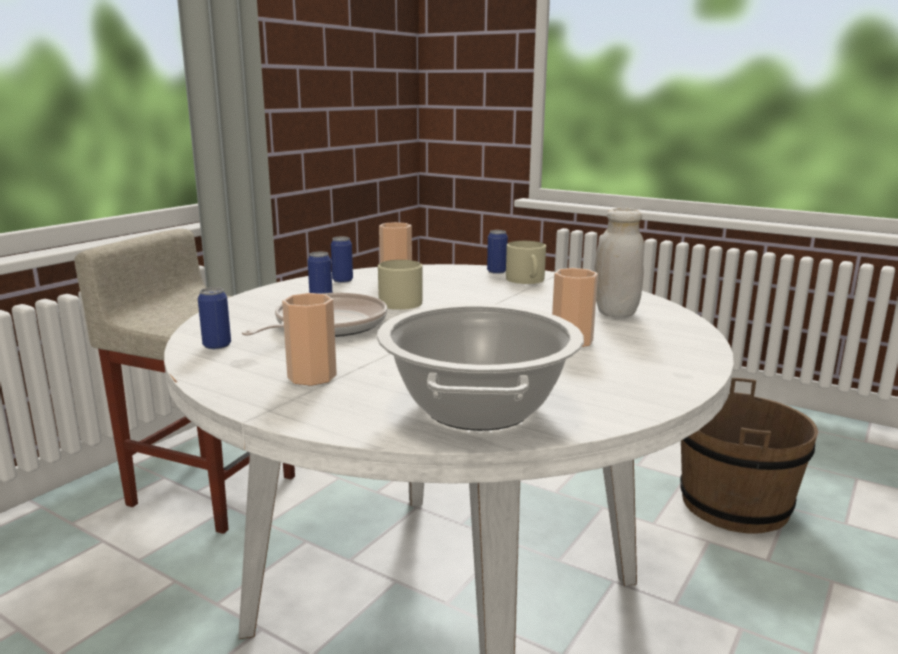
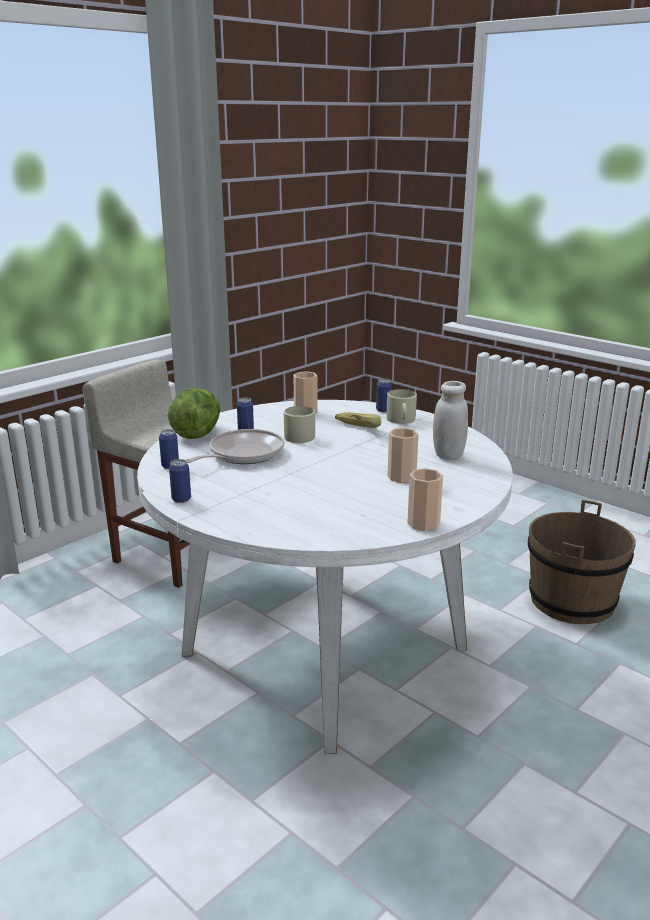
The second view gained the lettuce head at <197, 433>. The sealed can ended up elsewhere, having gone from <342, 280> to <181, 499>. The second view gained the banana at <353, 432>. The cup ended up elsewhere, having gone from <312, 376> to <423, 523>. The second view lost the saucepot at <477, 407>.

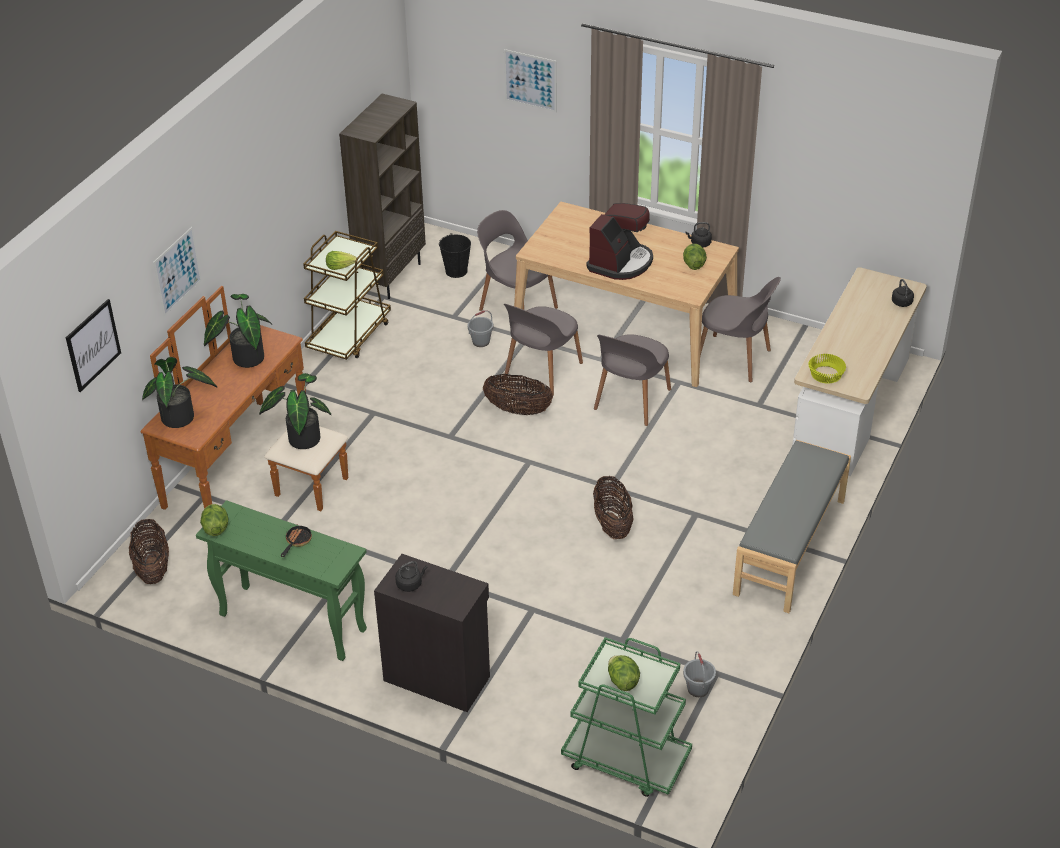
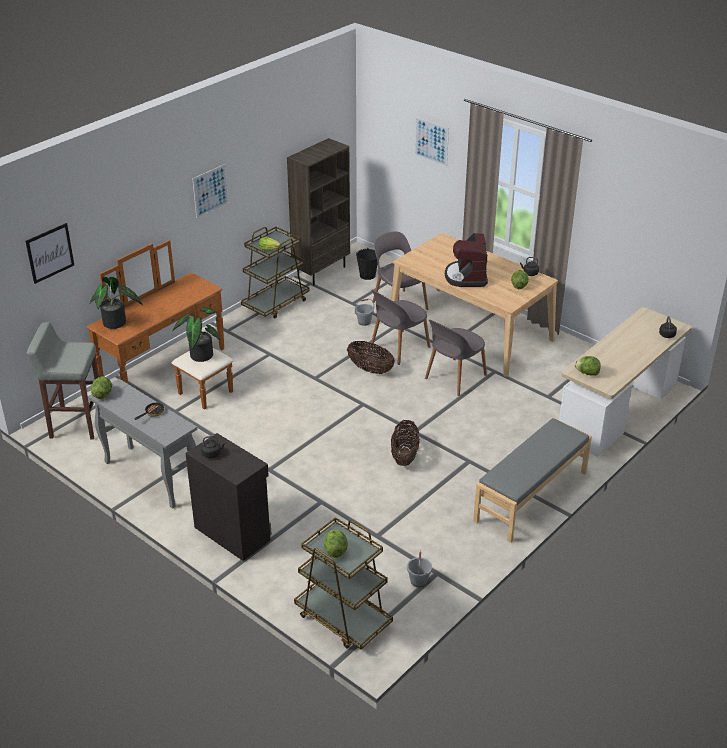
Where the storage basket stood at <153, 568>, the greyish stool seat came to stand at <76, 424>. What was the greenish hall table at <291, 622> turned into the greyish hall table at <150, 476>. The picture ended up elsewhere, having gone from <177, 271> to <211, 191>. What was the greenish wheeled cart at <625, 759> turned into the brownish wheeled cart at <342, 618>. The coffee machine at <621, 262> ended up facing another way, 135 degrees clockwise from before. Where the yellow serving bowl stood at <826, 374>, the lettuce head came to stand at <587, 373>. The second view lost the plant in a pot at <244, 358>. The second view lost the greyish upright chair at <734, 359>.

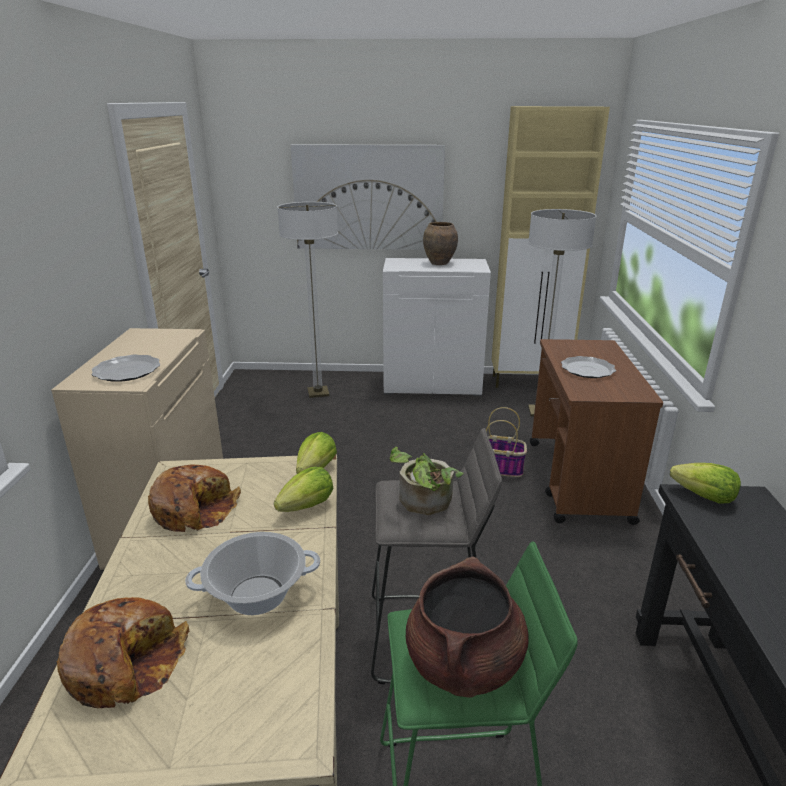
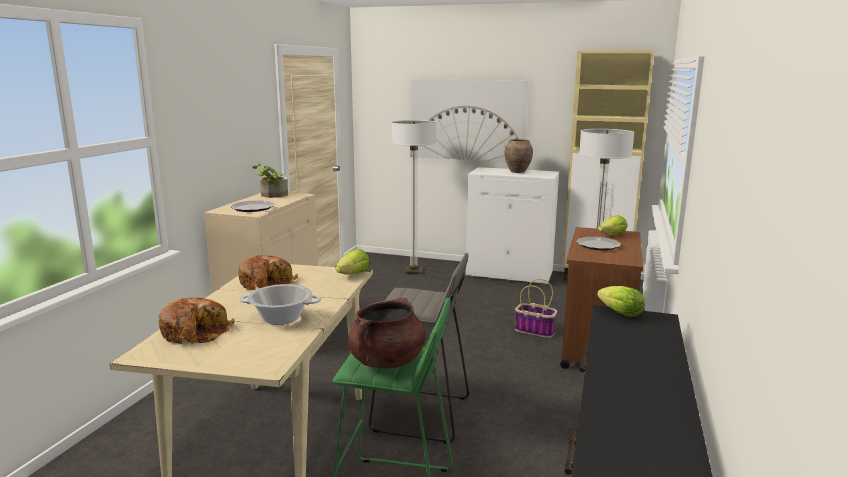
The plant in a pot ended up elsewhere, having gone from <424, 504> to <271, 195>. The lettuce head ended up elsewhere, having gone from <307, 506> to <612, 235>.

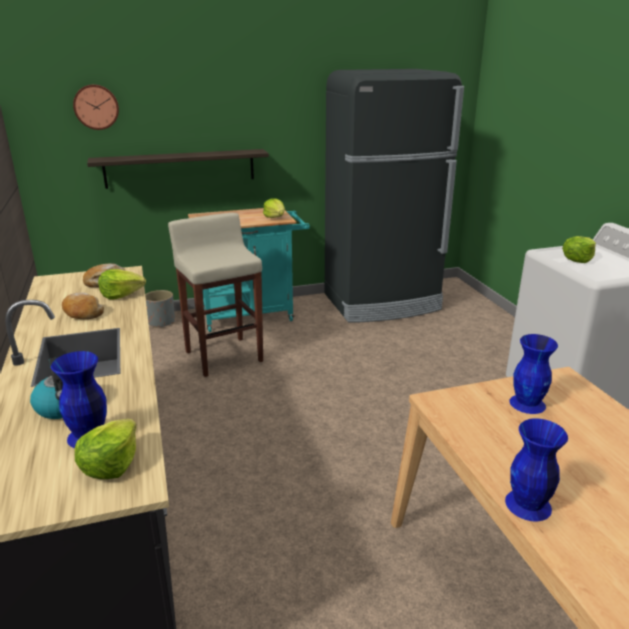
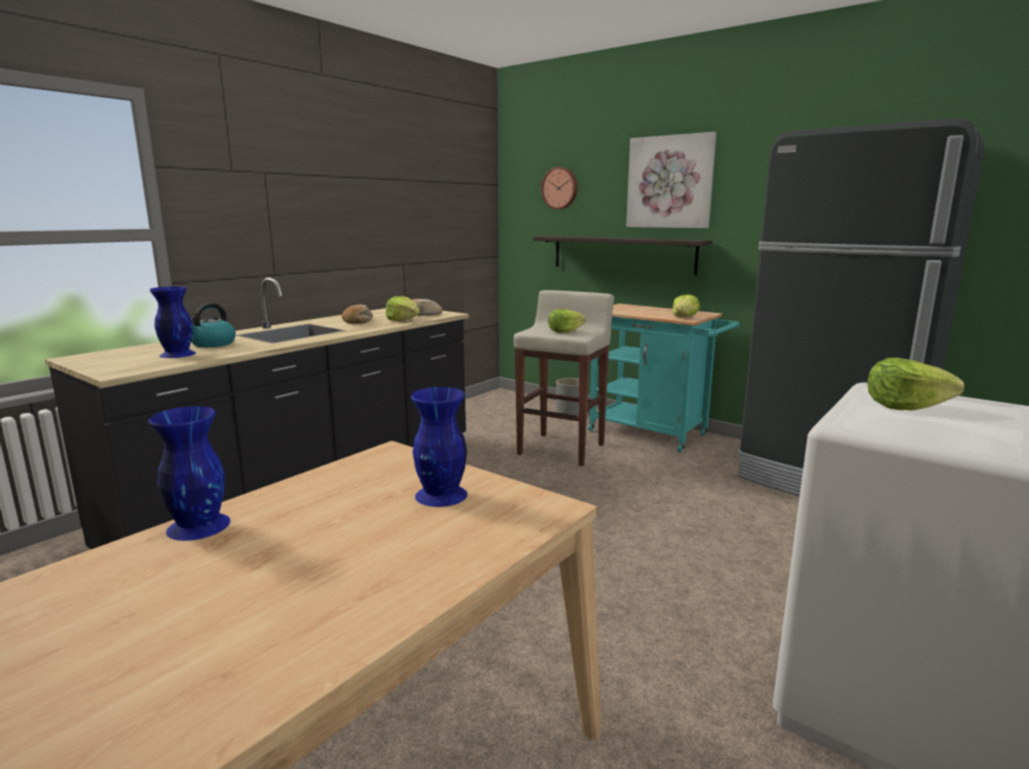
The lettuce head ended up elsewhere, having gone from <111, 464> to <564, 331>. The second view gained the picture at <670, 182>.

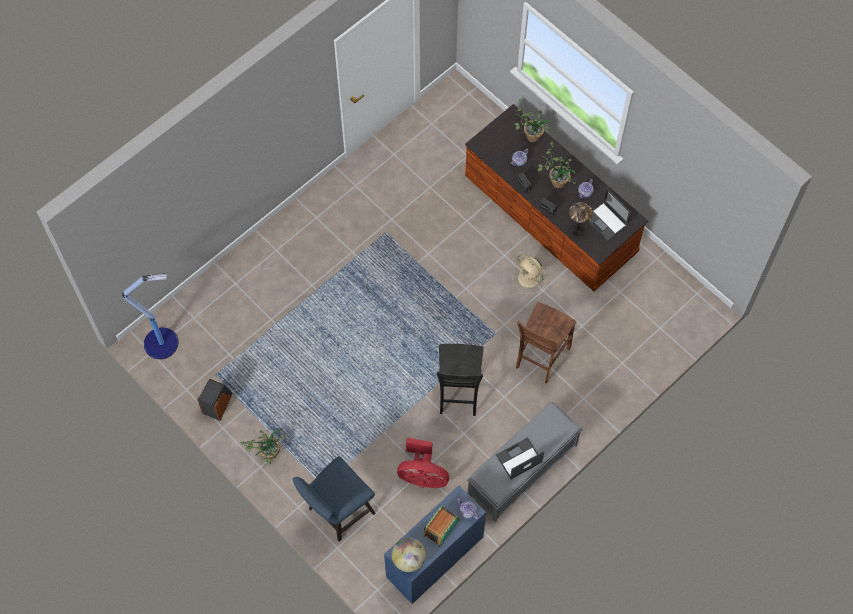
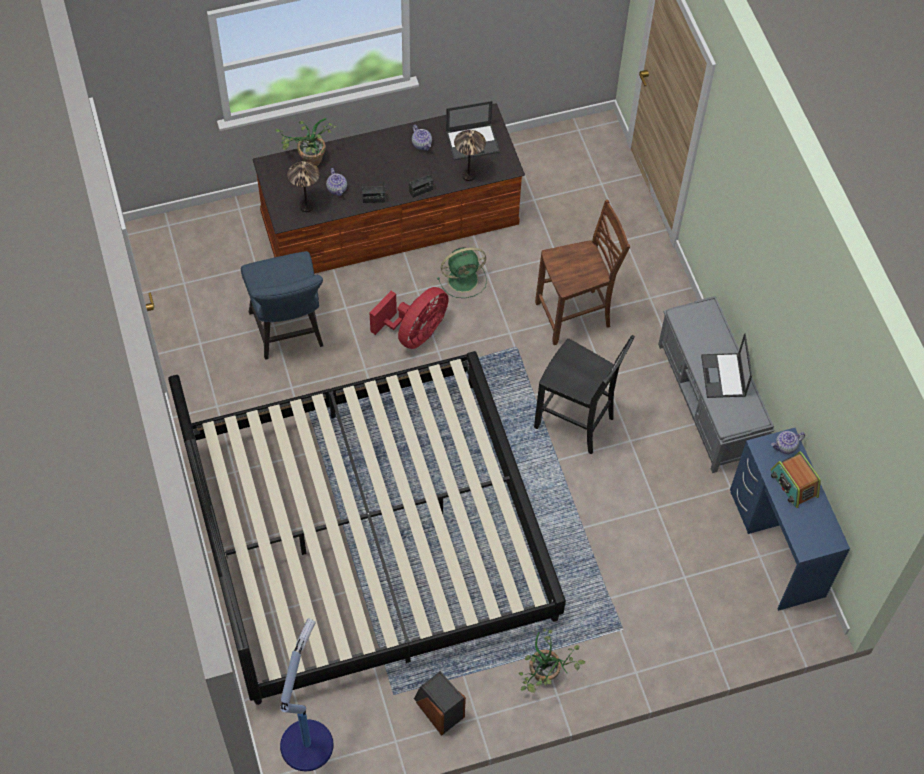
The second view gained the bedroom bed at <369, 535>. The bluish upright chair ended up elsewhere, having gone from <337, 513> to <289, 333>. The second view gained the table lamp at <307, 206>. The red-coloured electric fan ended up elsewhere, having gone from <422, 476> to <414, 332>. What was the beige electric fan at <529, 278> turned into the greenish electric fan at <464, 279>. The brownish upright chair at <540, 358> ended up facing another way, 75 degrees counterclockwise from before. The second view lost the desk globe at <408, 559>. The second view lost the plant in a pot at <555, 180>.

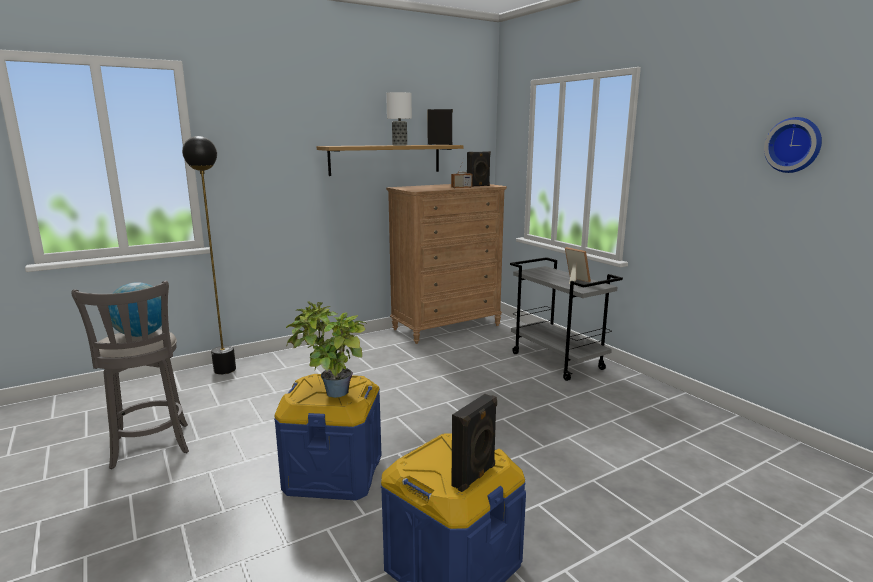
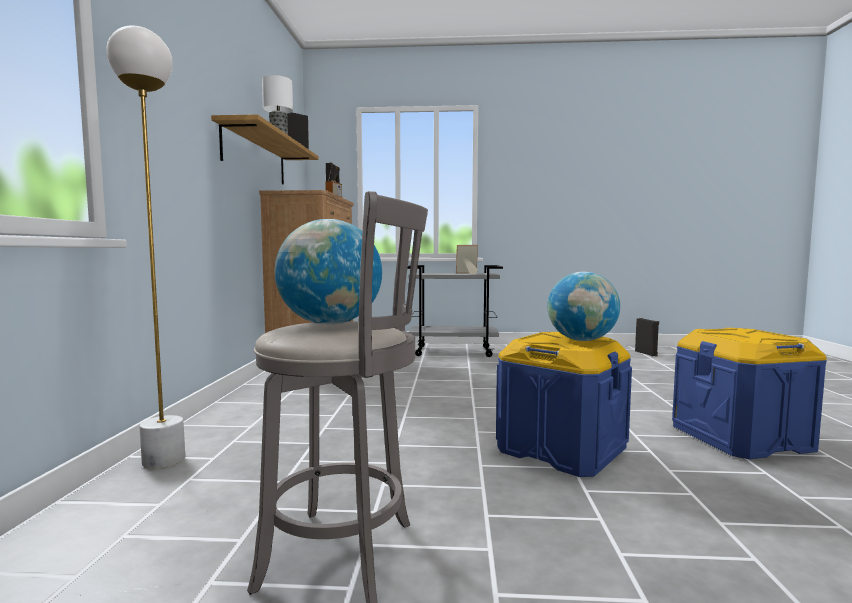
What was the black standing lamp at <225, 370> turned into the whitish standing lamp at <164, 460>. Where the plant in a pot stood at <330, 394>, the desk globe came to stand at <582, 340>. The black loudspeaker ended up elsewhere, having gone from <475, 476> to <646, 353>. The second view lost the wall clock at <794, 145>.

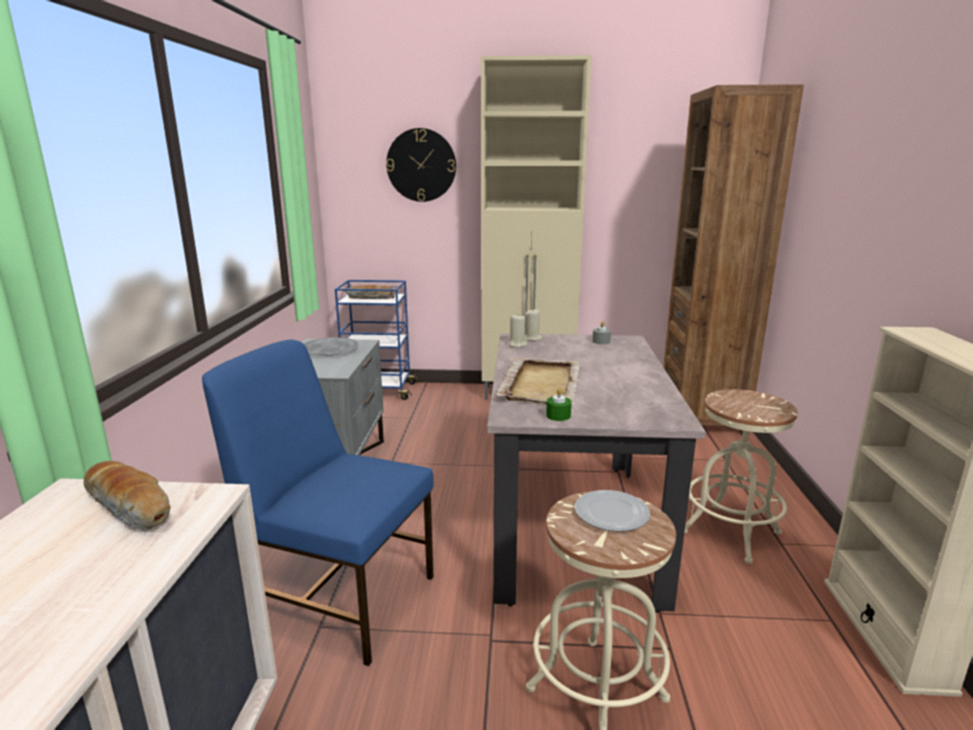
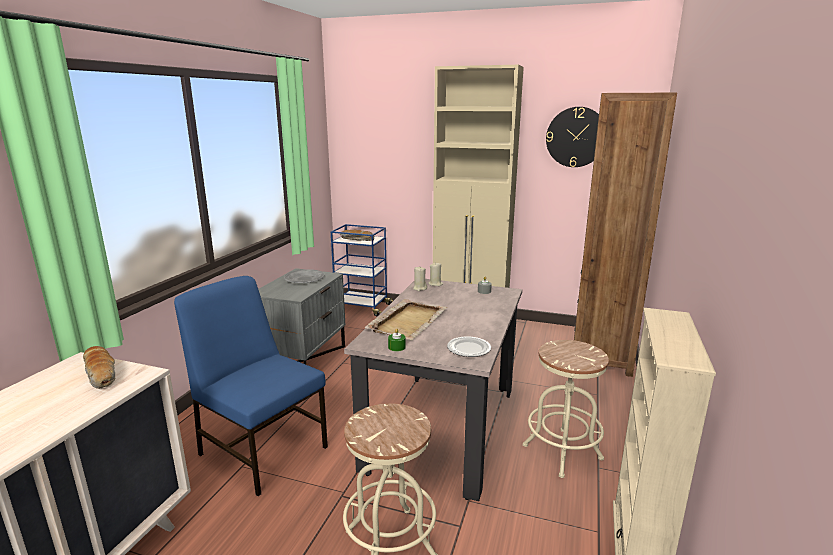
The dinner plate ended up elsewhere, having gone from <611, 515> to <469, 349>. The wall clock ended up elsewhere, having gone from <421, 165> to <576, 137>.

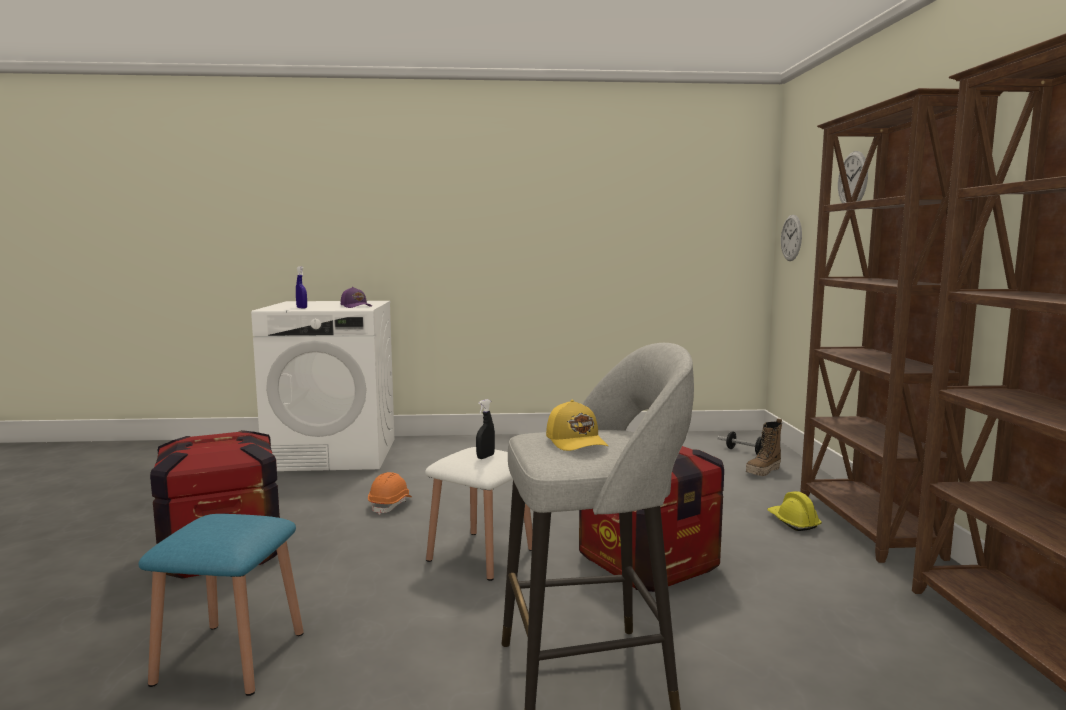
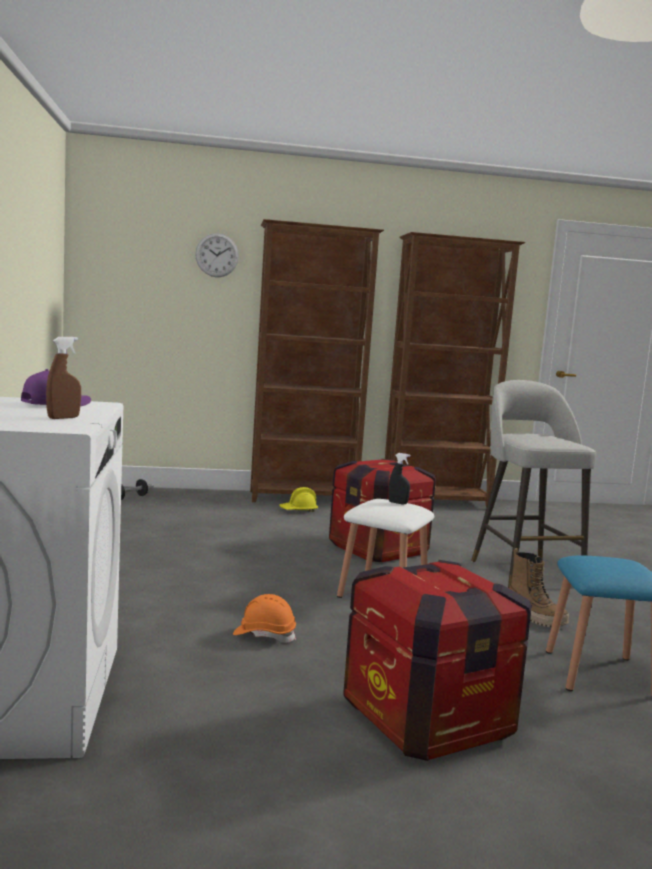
What was the bluish hand sprayer at <302, 308> turned into the brownish hand sprayer at <63, 418>. The boot ended up elsewhere, having gone from <763, 471> to <535, 618>. The second view lost the yellow peaked cap at <577, 441>. The second view lost the wall clock at <791, 238>.

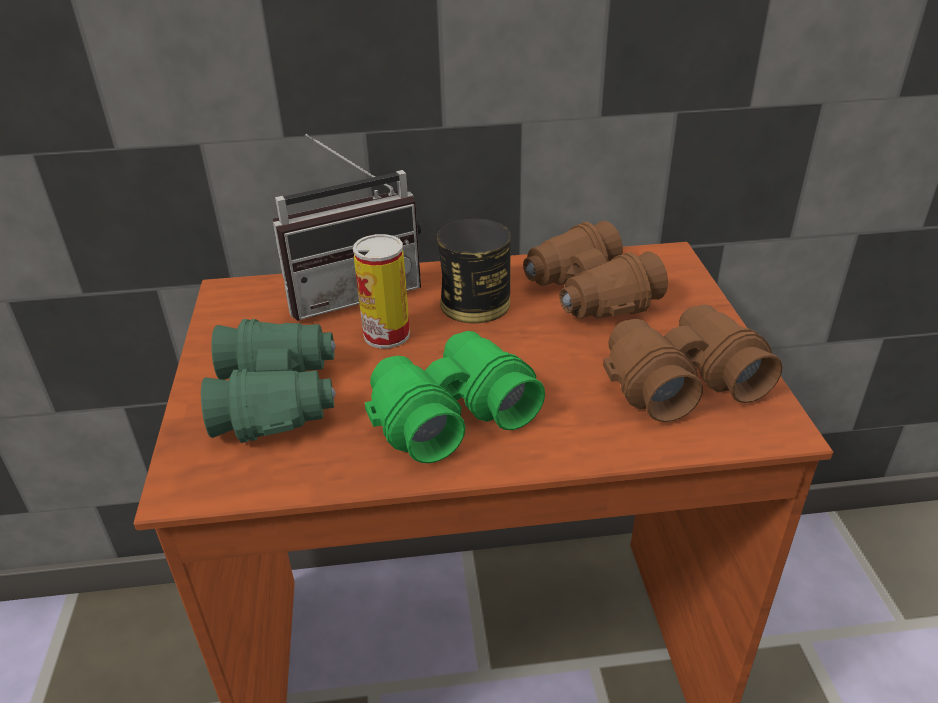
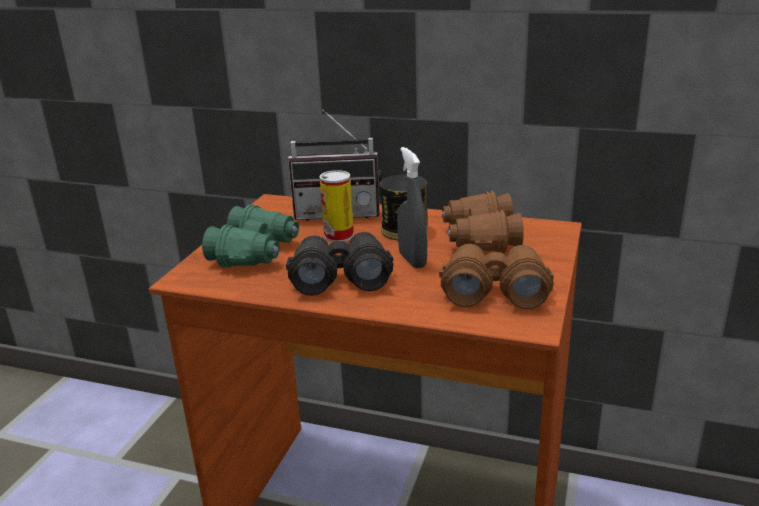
What was the greenish pair of binoculars at <450, 413> turned into the black pair of binoculars at <340, 277>. The second view gained the greyish hand sprayer at <412, 260>.

